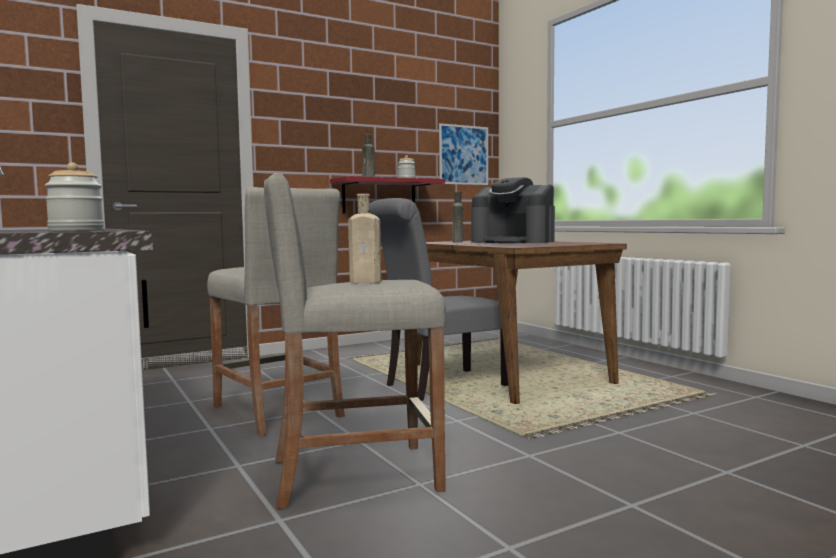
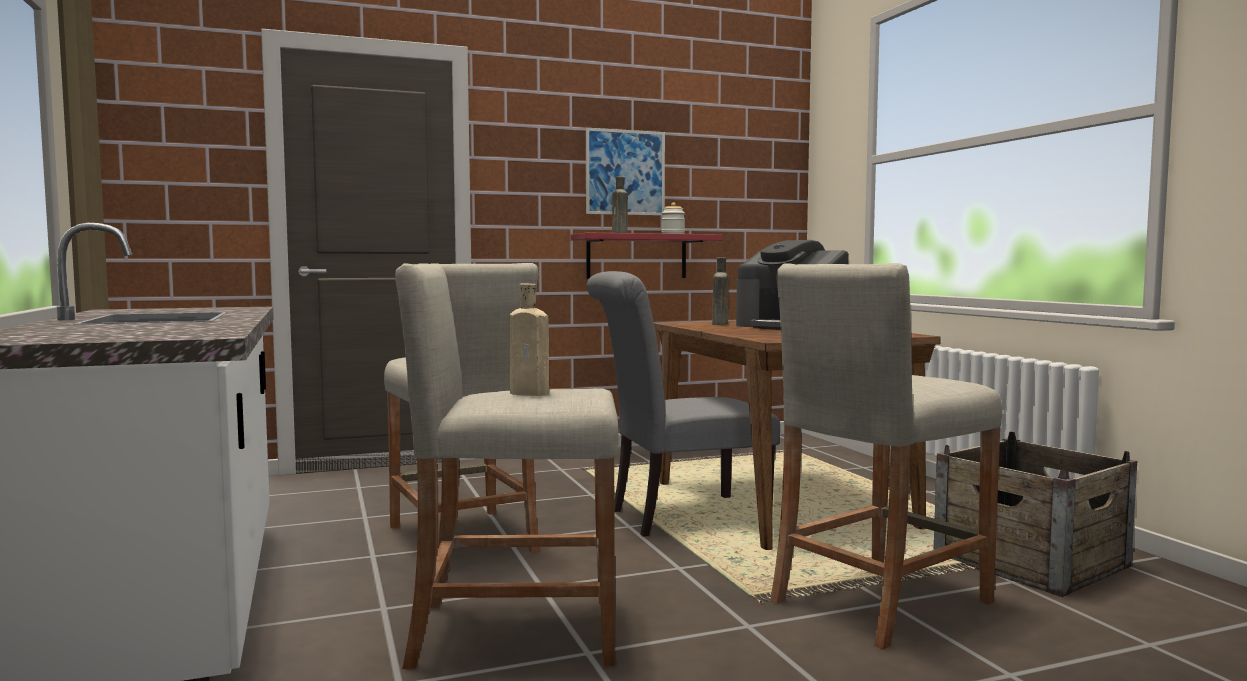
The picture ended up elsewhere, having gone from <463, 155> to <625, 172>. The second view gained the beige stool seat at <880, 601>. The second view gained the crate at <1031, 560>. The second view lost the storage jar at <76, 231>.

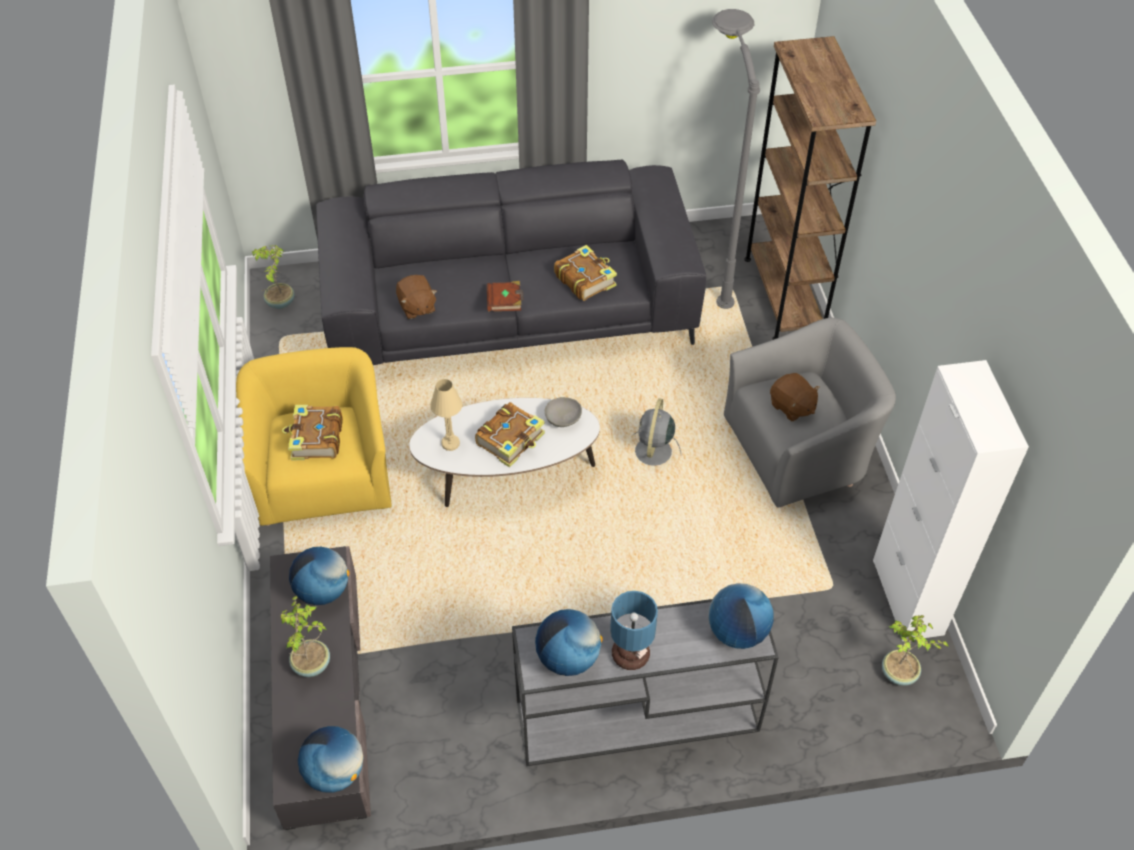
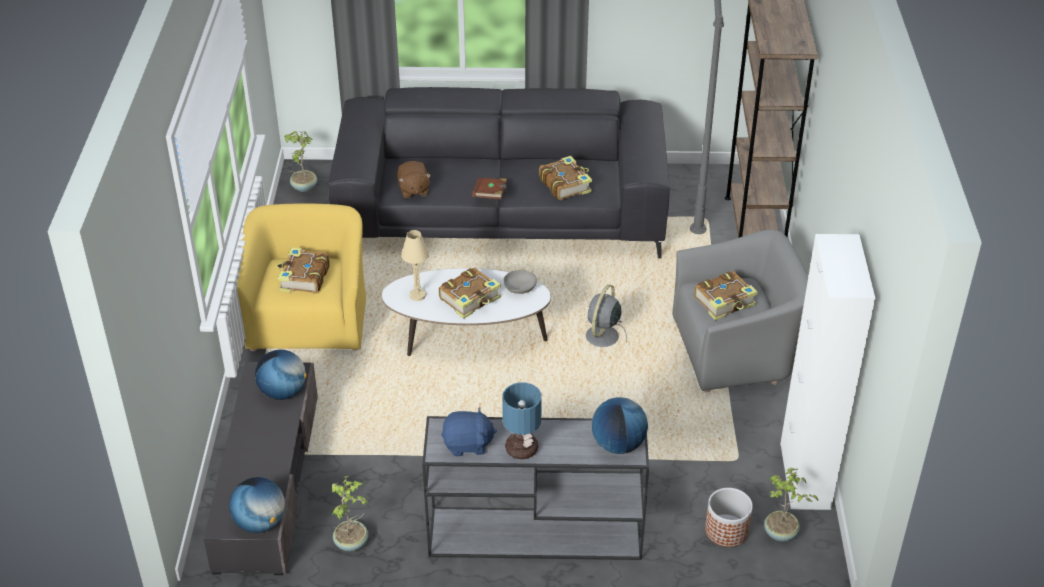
The plant in a pot ended up elsewhere, having gone from <312, 664> to <352, 542>. Where the desk globe stood at <568, 658>, the bluish plush toy came to stand at <468, 444>. Where the brownish plush toy stood at <792, 407>, the volume came to stand at <725, 302>. The second view gained the planter at <727, 530>.

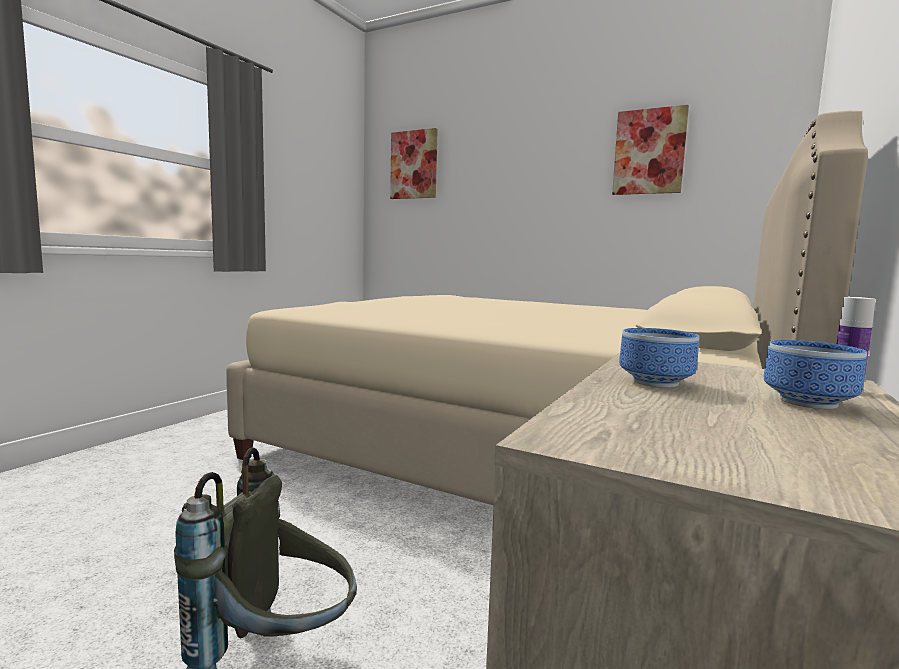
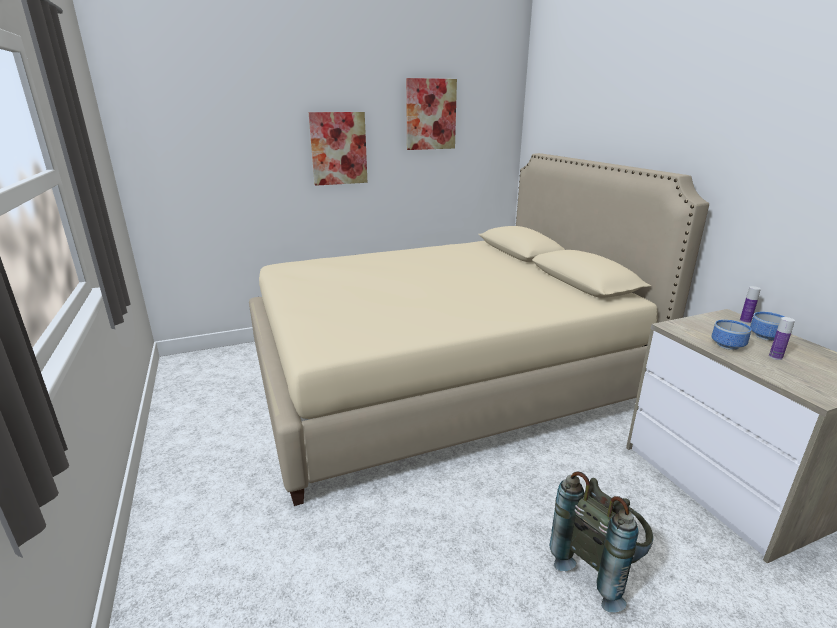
The picture ended up elsewhere, having gone from <414, 165> to <338, 148>. The second view gained the bottle at <775, 357>.

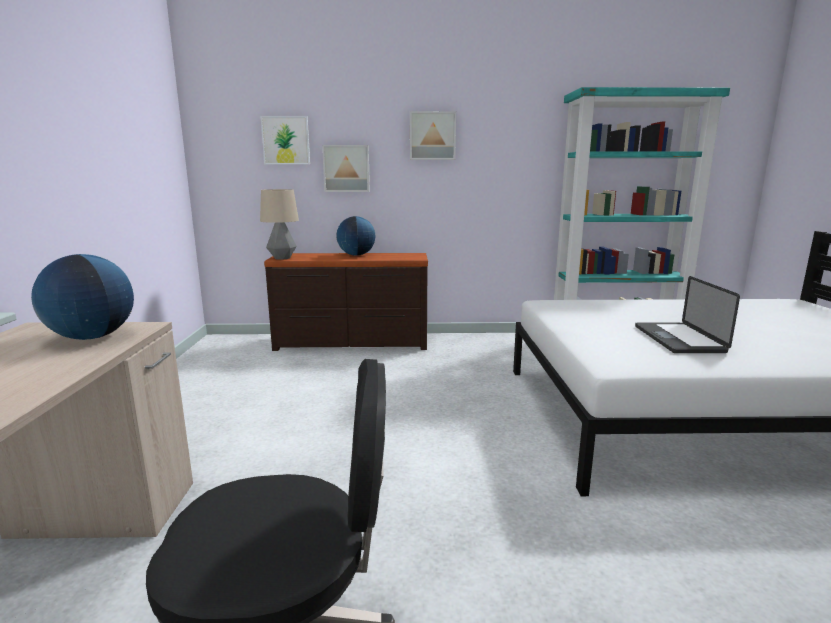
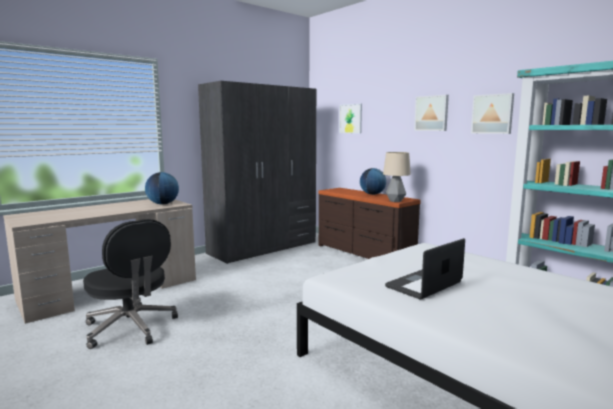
The second view gained the greyish armoire at <263, 247>. The table lamp ended up elsewhere, having gone from <282, 258> to <395, 201>. The picture ended up elsewhere, having gone from <346, 168> to <492, 114>.

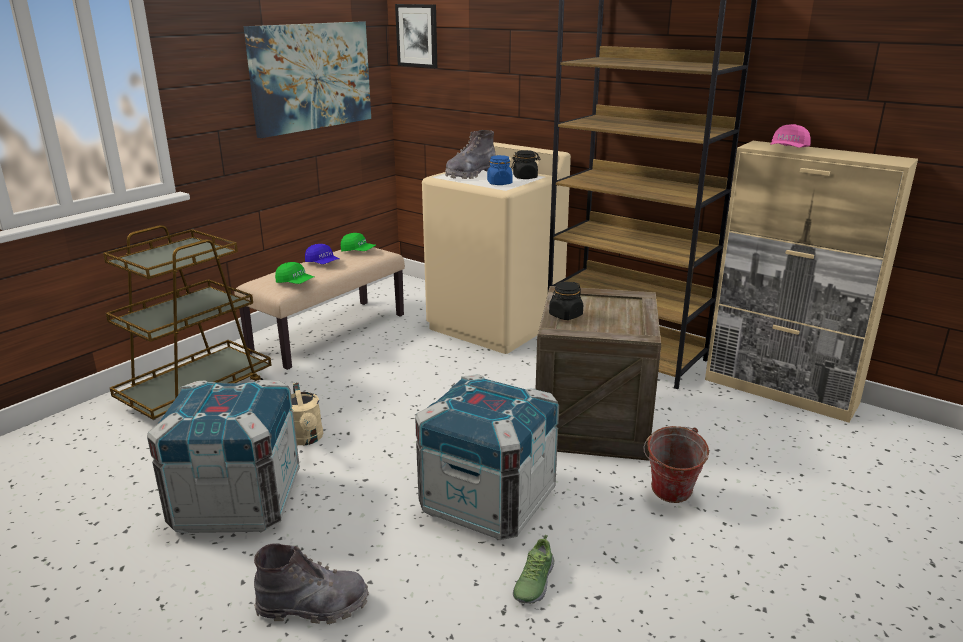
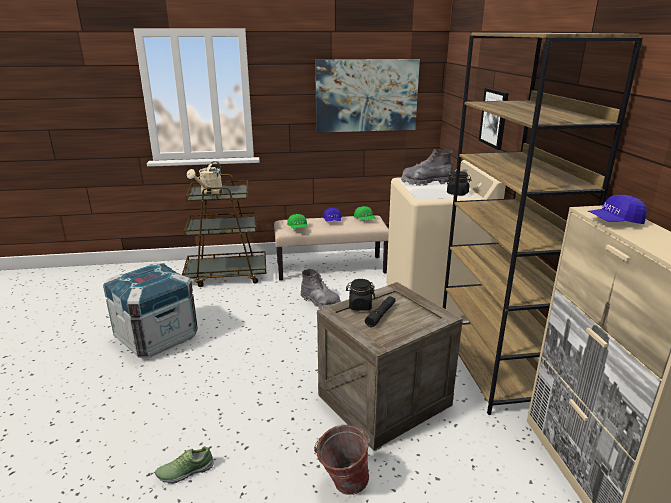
The beige watering can ended up elsewhere, having gone from <306, 439> to <209, 193>. The greyish boot ended up elsewhere, having gone from <313, 606> to <320, 302>. The second view gained the black torch at <381, 315>. The picture ended up elsewhere, having gone from <417, 35> to <494, 118>. What was the pinkish peaked cap at <788, 150> turned into the bluish peaked cap at <614, 222>. The second view lost the crate at <487, 501>. The second view lost the bluish storage jar at <499, 183>.

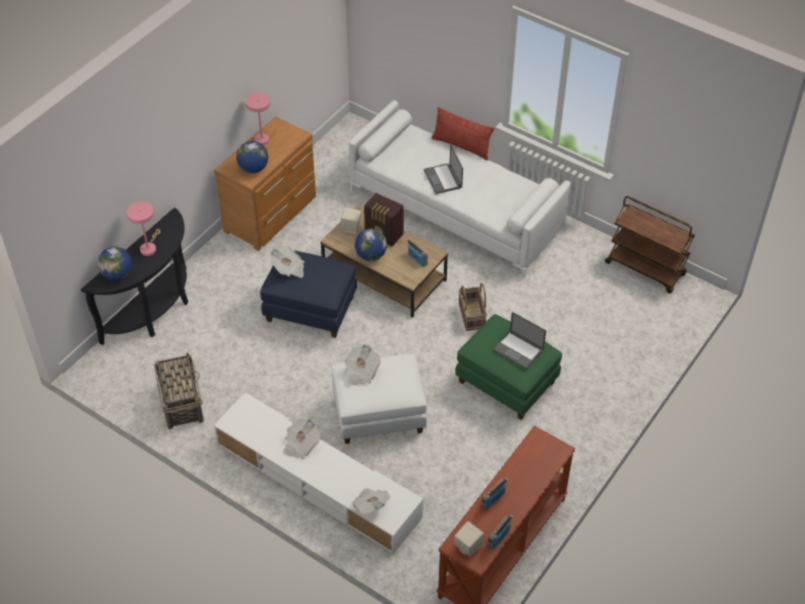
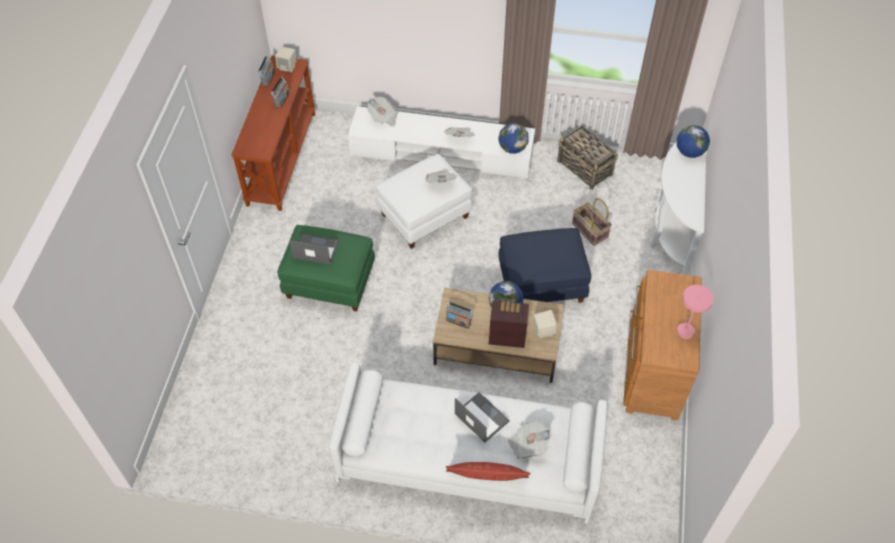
The desk globe ended up elsewhere, having gone from <253, 168> to <512, 148>. The daily paper ended up elsewhere, having gone from <288, 269> to <528, 445>. The storage basket ended up elsewhere, having gone from <472, 316> to <589, 230>. What was the black hall table at <155, 311> turned into the whitish hall table at <671, 229>. The second view lost the pinkish table lamp at <149, 247>. The second view lost the brownish wheeled cart at <646, 269>.

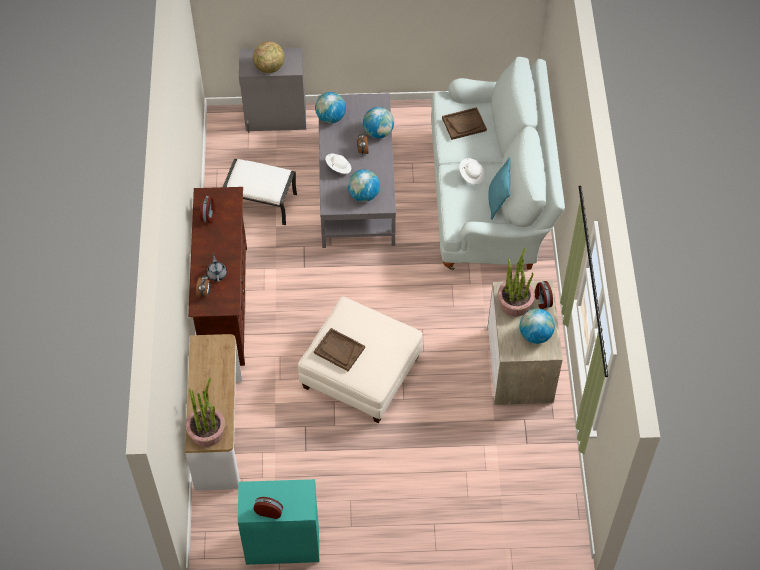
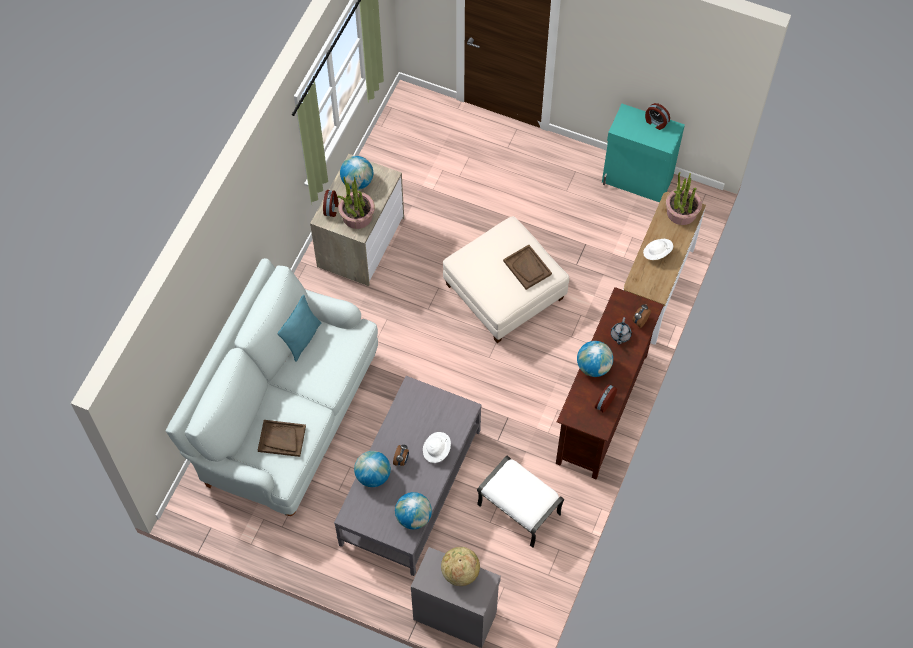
The desk globe ended up elsewhere, having gone from <363, 195> to <593, 367>. The whitish hat ended up elsewhere, having gone from <471, 175> to <657, 253>.

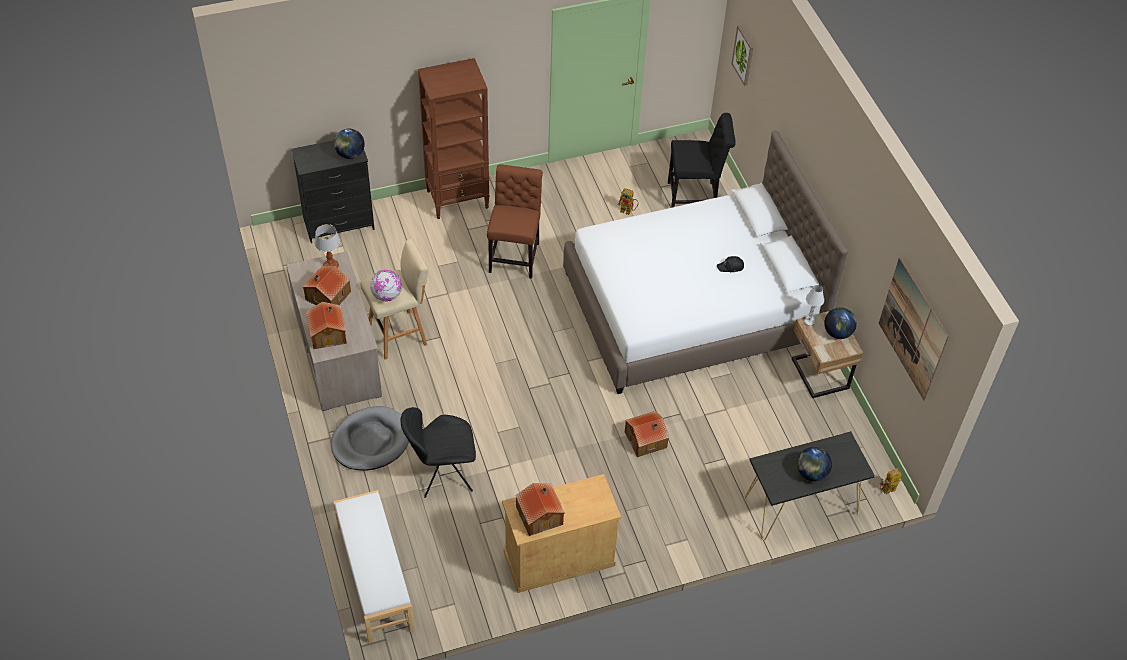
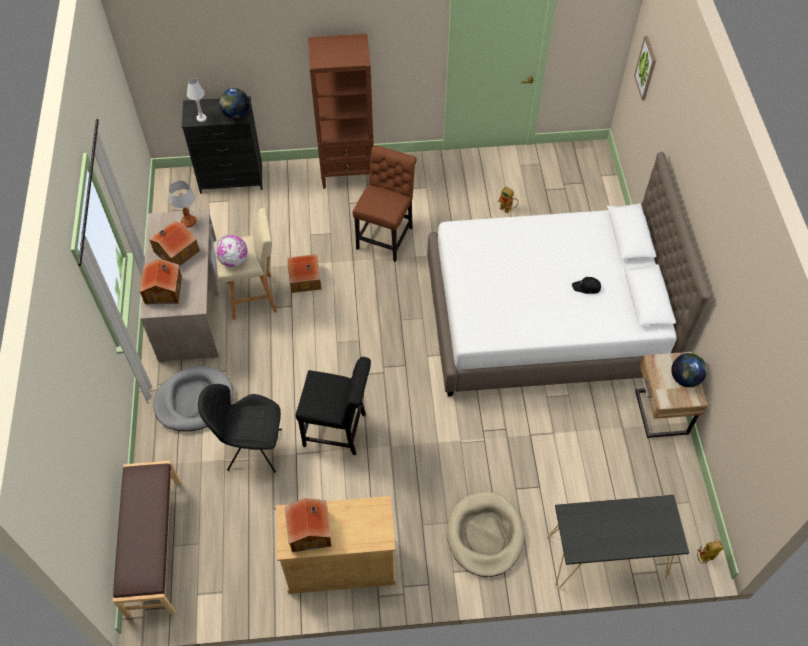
What was the whitish bench at <374, 578> turned into the brownish bench at <153, 547>. The whitish table lamp ended up elsewhere, having gone from <809, 322> to <201, 118>. The model house ended up elsewhere, having gone from <646, 440> to <305, 279>. The black upright chair ended up elsewhere, having gone from <695, 197> to <338, 430>. The second view gained the beige pet bed at <485, 535>. The second view lost the desk globe at <811, 473>. The second view lost the picture at <913, 329>.

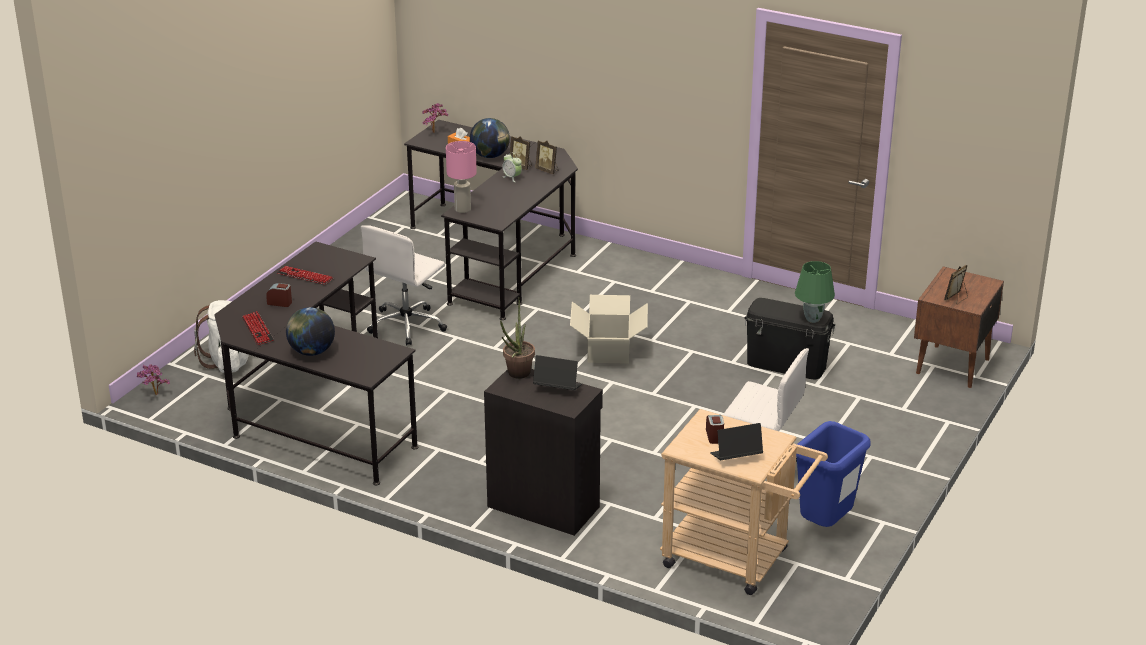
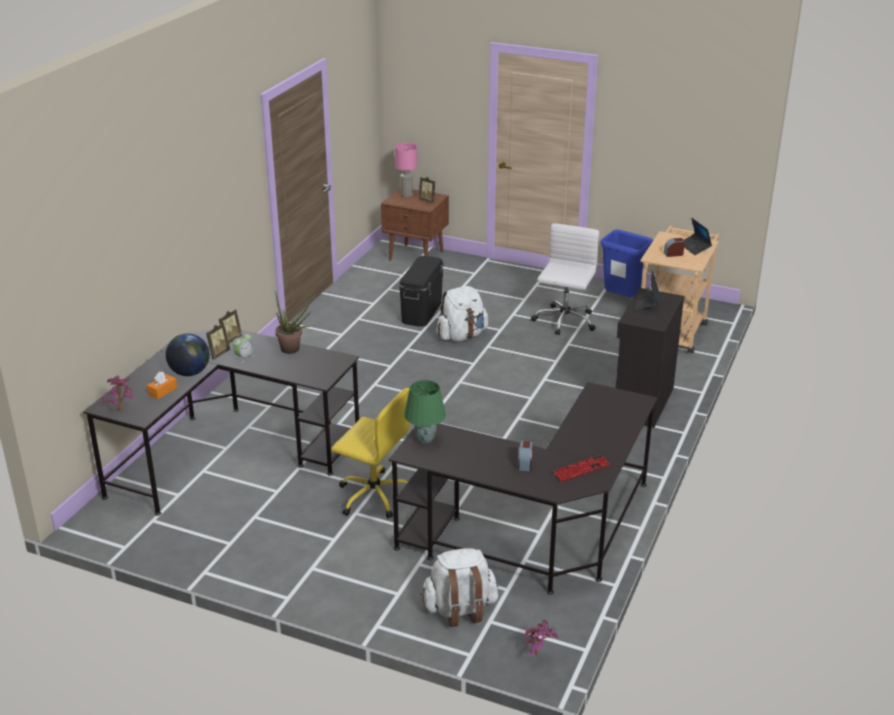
The plant in a pot ended up elsewhere, having gone from <516, 375> to <294, 350>. What was the whitish office chair at <407, 325> turned into the yellow office chair at <373, 495>. The pinkish table lamp ended up elsewhere, having gone from <462, 210> to <407, 195>. The greenish table lamp ended up elsewhere, having gone from <812, 319> to <424, 440>. The second view gained the whitish rucksack at <462, 336>. The second view lost the PC keyboard at <305, 276>. The second view lost the desk globe at <311, 352>. The second view lost the cardboard box at <609, 350>.

